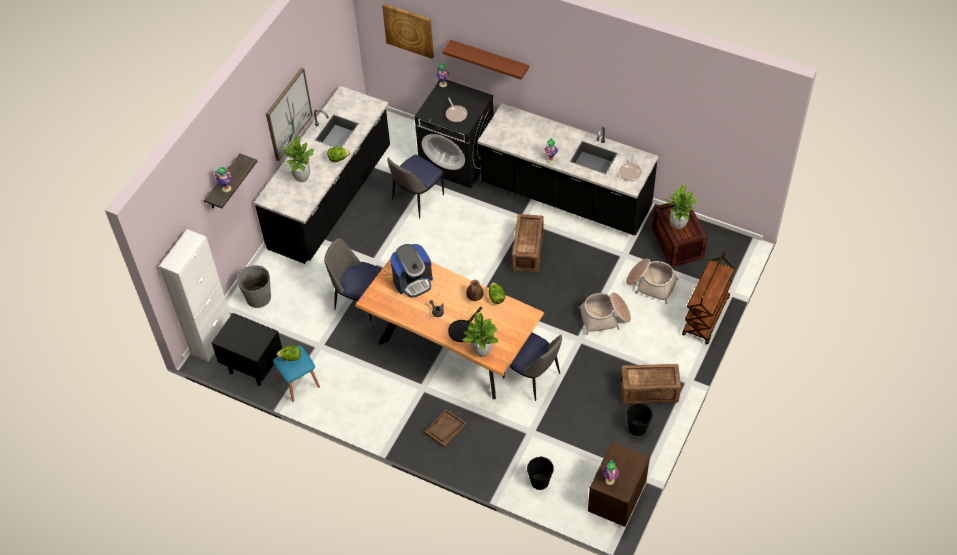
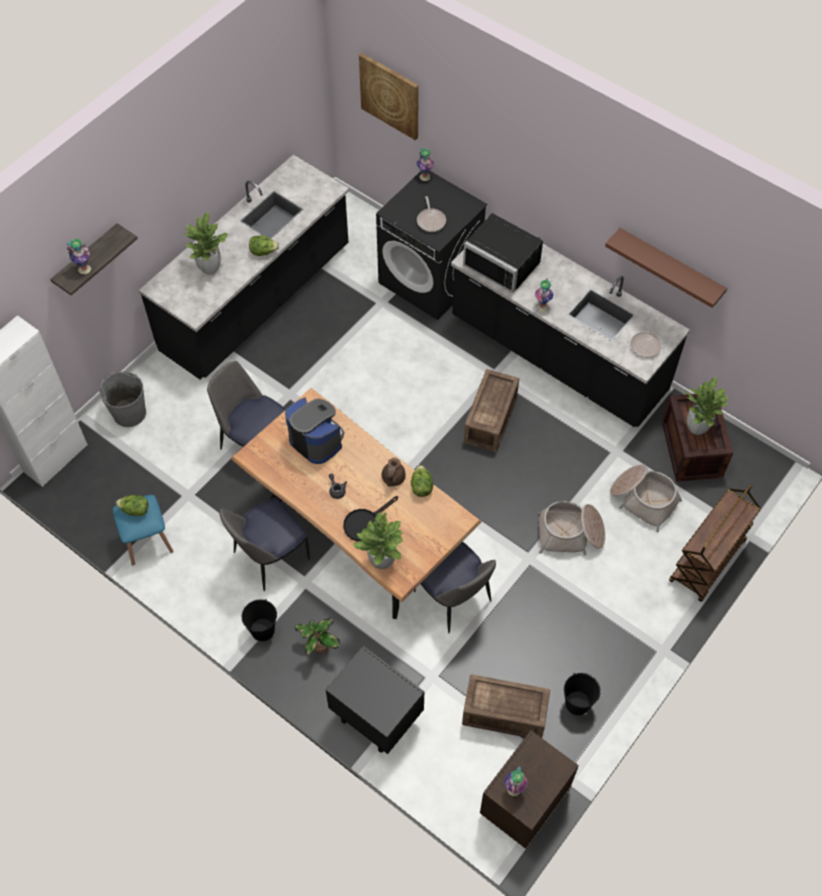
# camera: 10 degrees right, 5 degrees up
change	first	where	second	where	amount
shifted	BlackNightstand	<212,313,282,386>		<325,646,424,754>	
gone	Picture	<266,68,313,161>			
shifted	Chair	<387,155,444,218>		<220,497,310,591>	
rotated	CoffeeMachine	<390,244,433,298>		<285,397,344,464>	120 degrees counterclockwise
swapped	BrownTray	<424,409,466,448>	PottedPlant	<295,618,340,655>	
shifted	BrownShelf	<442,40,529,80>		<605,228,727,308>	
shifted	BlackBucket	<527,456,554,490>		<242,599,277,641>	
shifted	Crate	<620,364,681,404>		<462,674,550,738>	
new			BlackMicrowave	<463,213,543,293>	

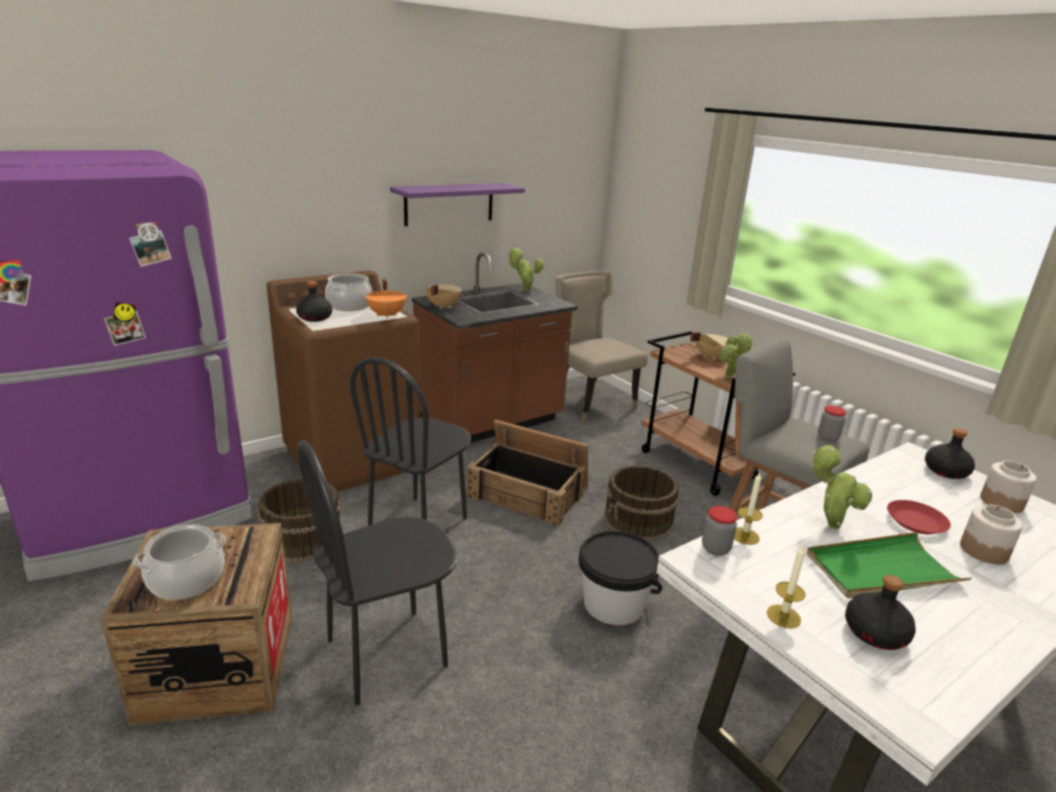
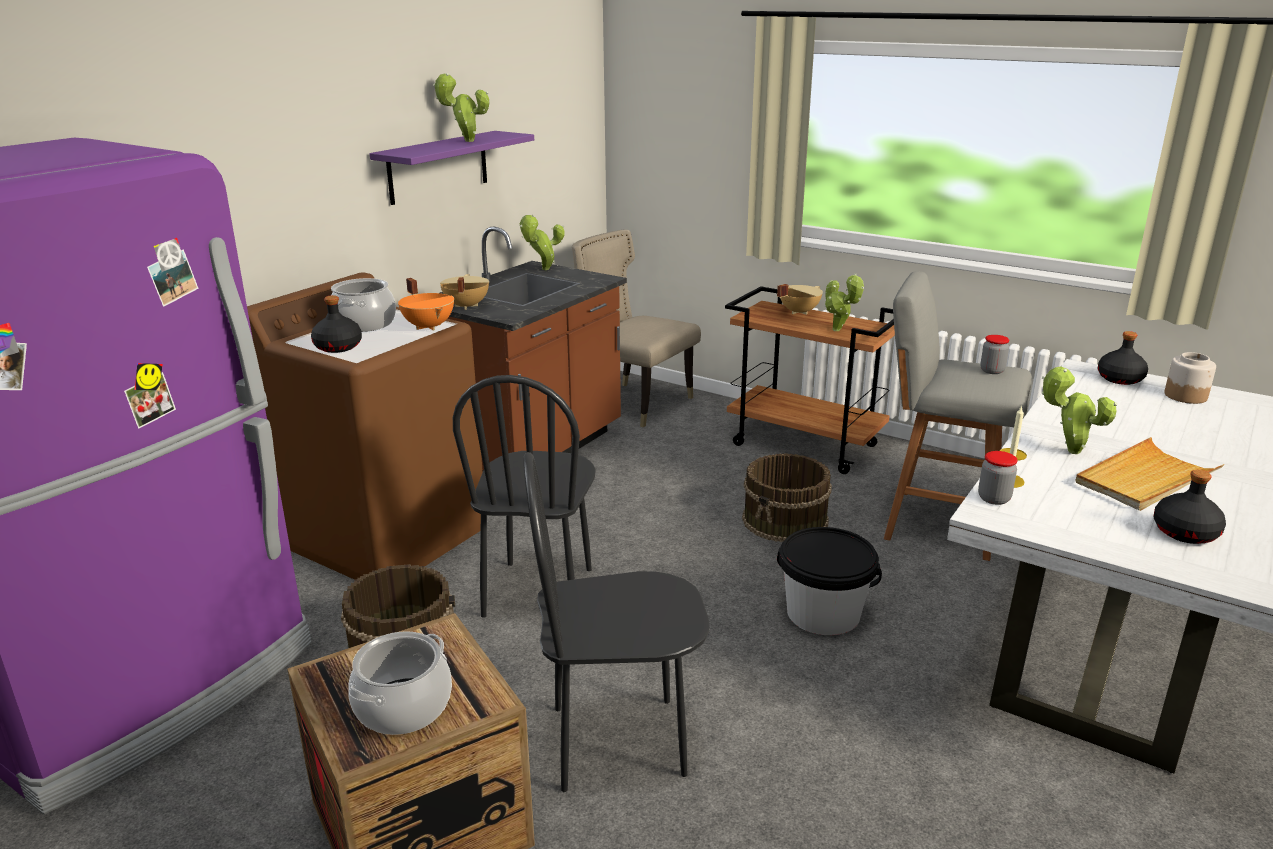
# camera: 20 degrees left, 0 degrees up
change	first	where	second	where	amount
rotated	BlackChair	<297,440,458,706>		<523,452,710,792>	45 degrees clockwise
gone	Crate	<466,419,588,527>			
gone	Candle	<767,546,806,629>			
repainted	GreenTray	<807,532,972,599>	BeigeTray	<1075,437,1225,511>	
gone	RedPlate	<887,500,951,534>			
gone	Jar	<960,505,1023,564>			
new			PottedPlant	<433,73,489,142>	

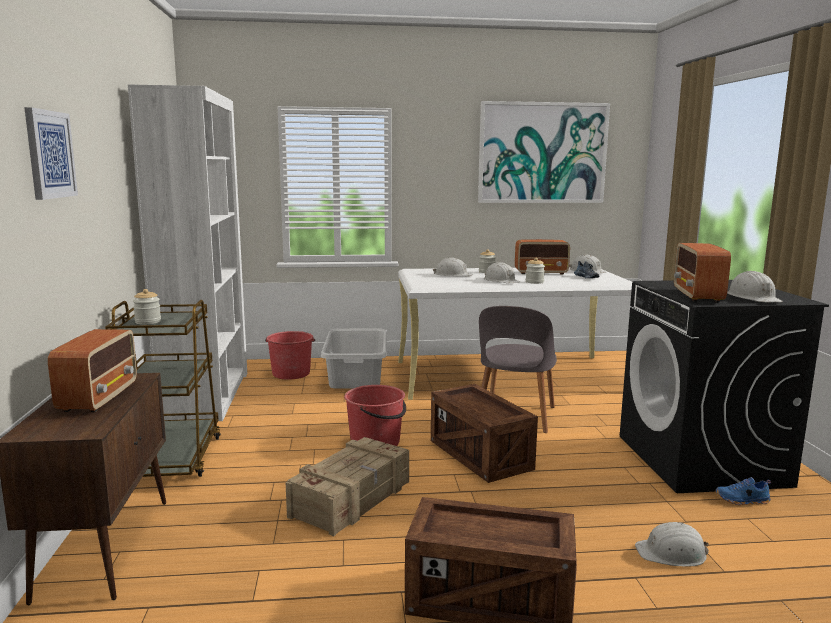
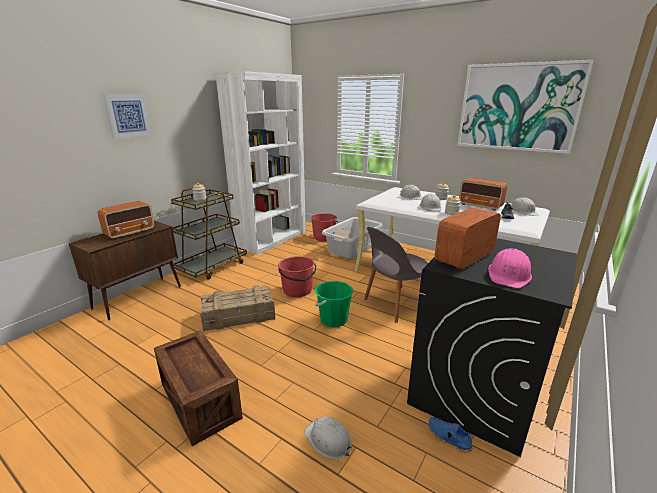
# camera: 40 degrees right, 10 degrees up
change	first	where	second	where	amount
swapped	Crate	<431,384,538,483>	GreenBucket	<315,281,353,327>	
repainted	WhiteHardHat	<727,271,783,302>	PinkHardHat	<488,248,532,288>	

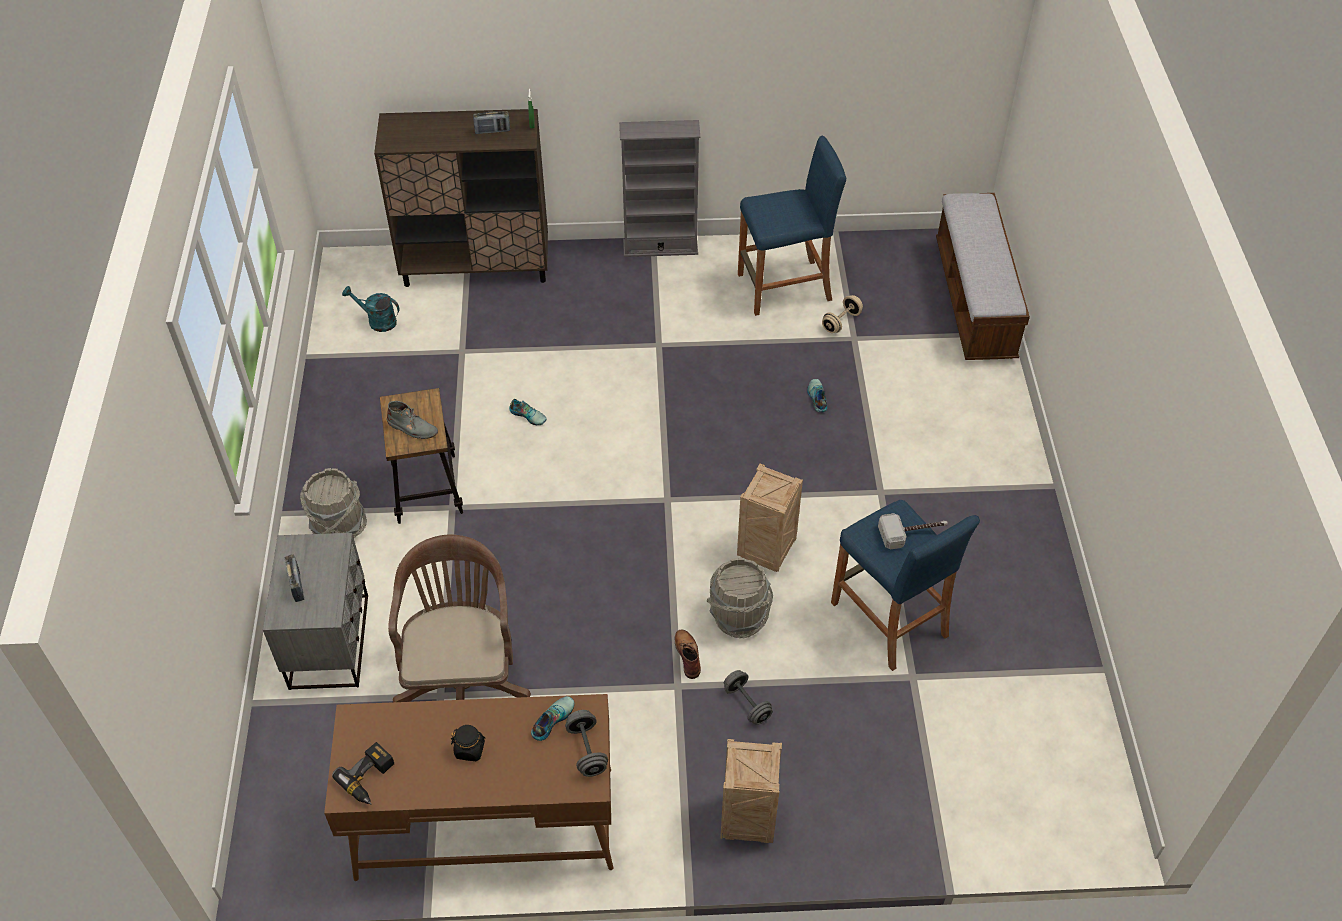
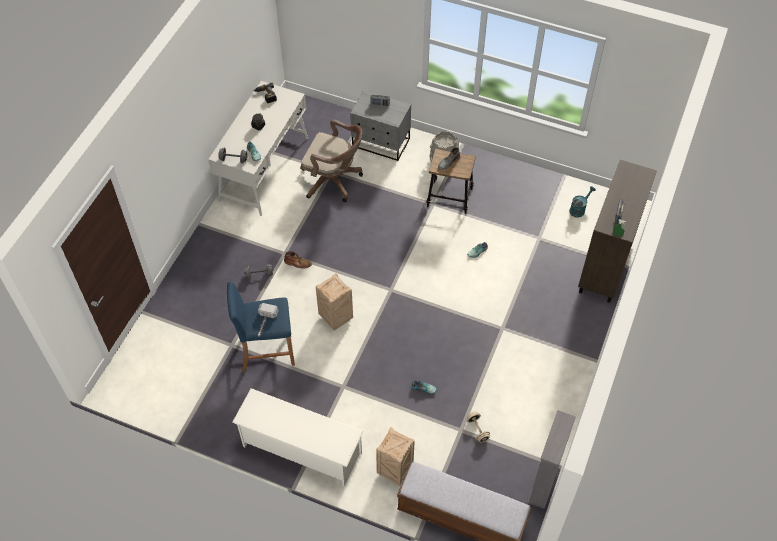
# camera: 115 degrees right, 5 degrees up
change	first	where	second	where	amount
repainted	BrownDesk	<324,694,613,881>	WhiteDesk	<208,81,308,216>	
shifted	GreyBookcase	<619,120,700,257>		<527,410,576,509>	
gone	GreyBucket	<706,558,773,639>			
shifted	Crate	<720,739,782,843>		<376,427,415,486>	
gone	BlueStool	<738,136,846,316>			
new			WhiteShoeRack	<232,388,363,487>	

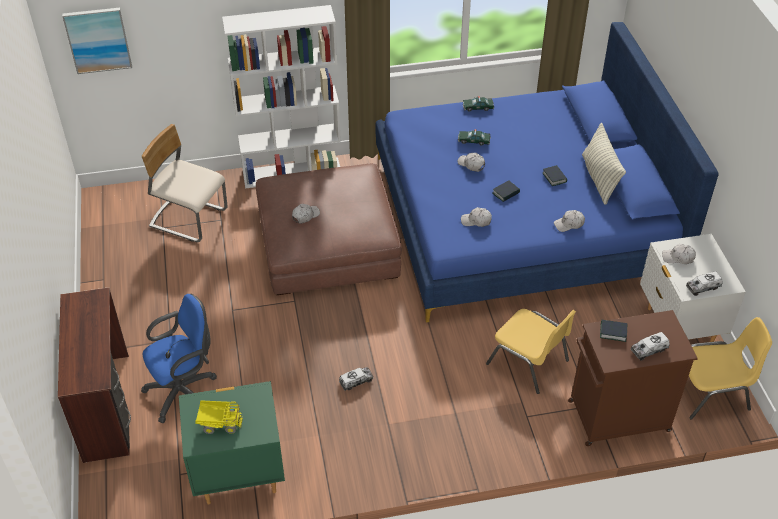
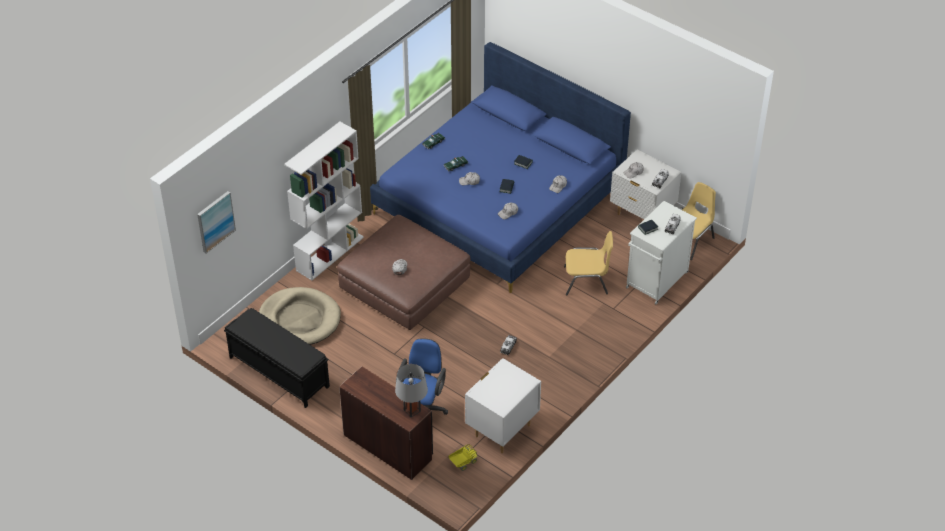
# camera: 40 degrees left, 0 degrees up
change	first	where	second	where	amount
swapped	BeigeChair	<142,124,228,242>	BeigeDogBed	<259,287,341,345>	
repainted	GreenNightstand	<179,381,285,504>	WhiteNightstand	<465,358,541,453>	
shifted	ToyTruck	<195,400,243,434>		<448,445,478,471>	
repainted	BrownCabinet	<568,310,698,446>	WhiteCabinet	<626,201,697,304>	
gone	Pillow	<582,123,626,204>			
new			BlackBench	<224,308,330,408>	
new			GreyTableLamp	<395,364,428,417>	

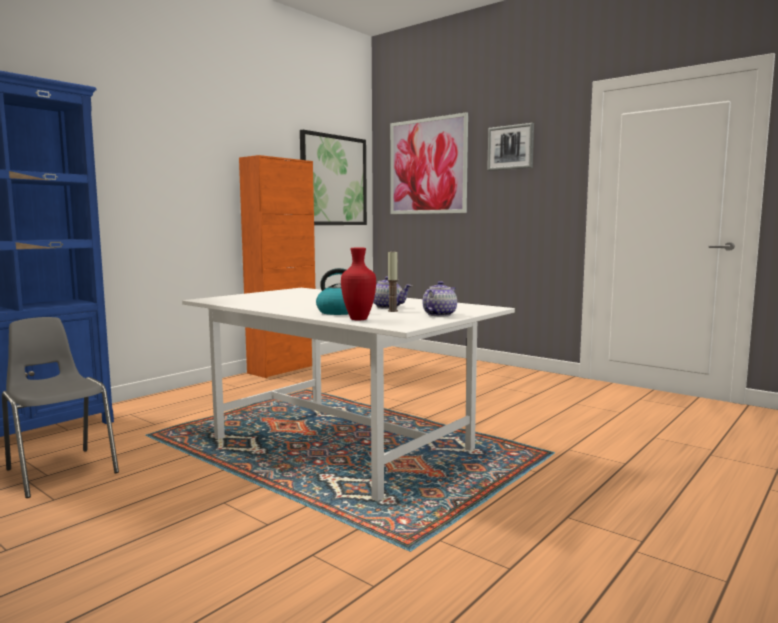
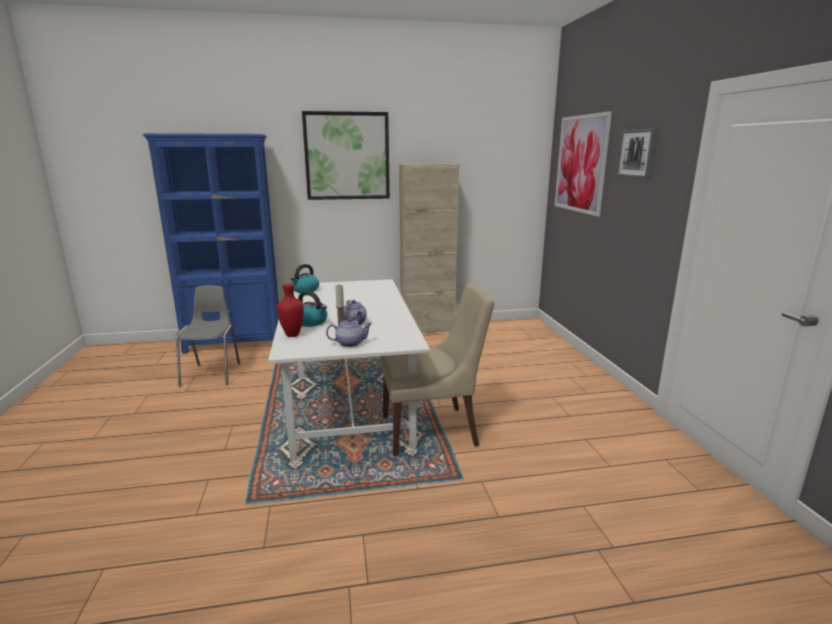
# camera: 40 degrees right, 10 degrees up
change	first	where	second	where	amount
repainted	OrangeCabinet	<239,155,315,378>	BeigeCabinet	<399,164,459,333>	
shifted	Picture	<300,130,367,225>		<302,111,390,200>	
new			Kettle	<290,264,319,293>	
new			BeigeChair	<380,283,494,456>	

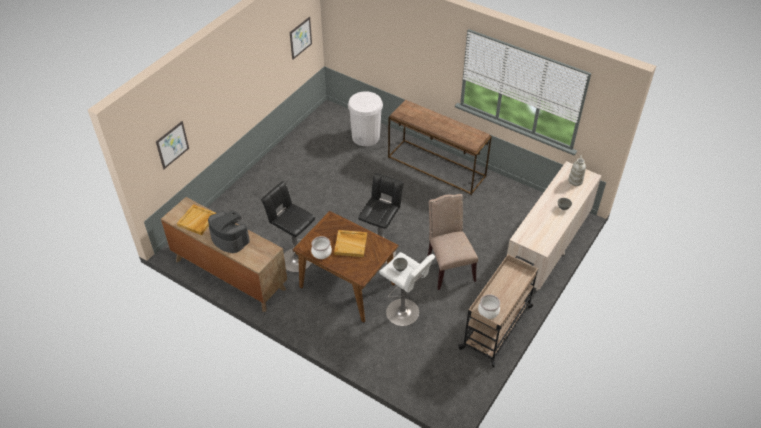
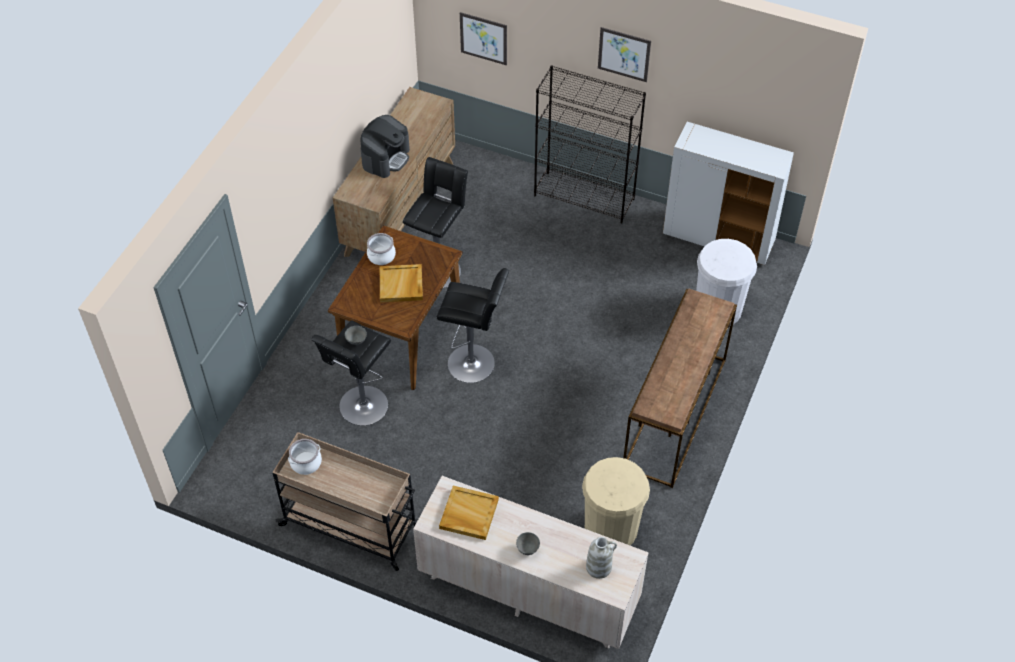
# camera: 80 degrees right, 5 degrees up
change	first	where	second	where	amount
shifted	BeigeTray	<177,204,216,235>		<439,486,499,540>	
shifted	Picture	<290,17,312,60>		<598,27,651,82>	
repainted	WhiteStool	<379,252,435,326>	BlackStool	<311,320,391,426>	
gone	BeigeChair	<427,194,478,290>			
new			BlackBookcase	<534,65,646,224>	
new			BeigeTrashCan	<582,457,650,545>	
new			WhiteCabinet	<663,122,794,265>	

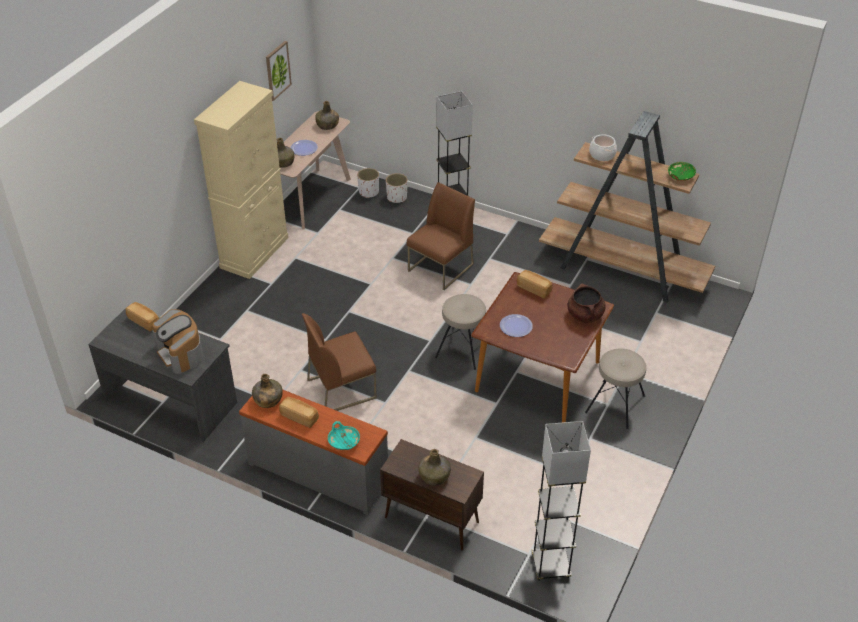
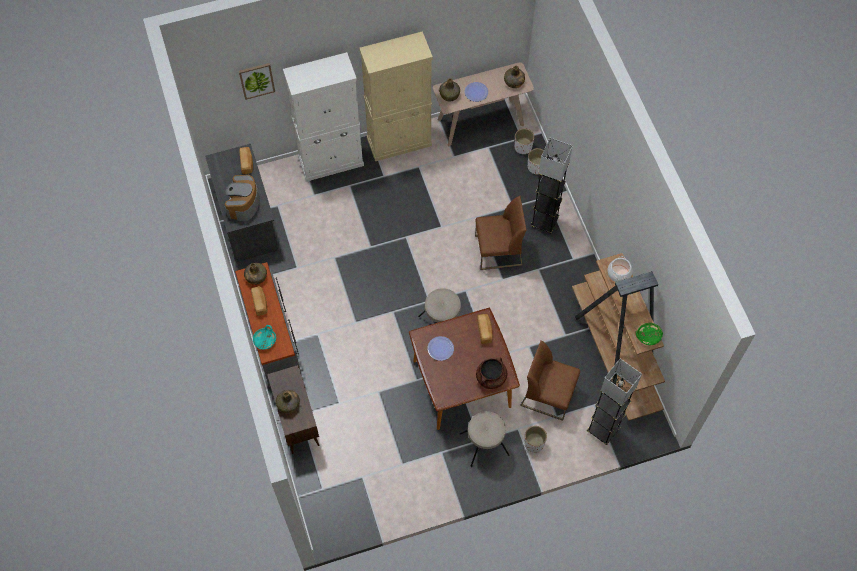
# camera: 45 degrees right, 20 degrees up
change	first	where	second	where	amount
shifted	Picture	<266,41,292,101>		<239,63,275,100>	
shifted	BrownChair	<302,313,377,411>		<520,340,580,421>	
shifted	GreyFloorLamp	<532,421,591,581>		<587,358,642,445>	
new			WhiteCabinet	<283,52,364,182>	
new			WhitePlanter	<524,426,547,453>	

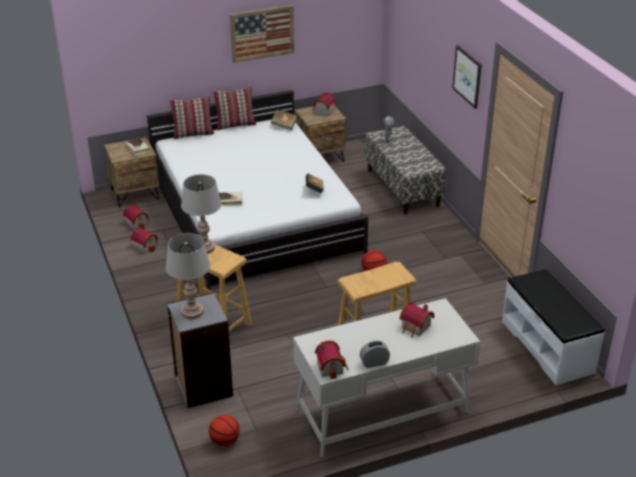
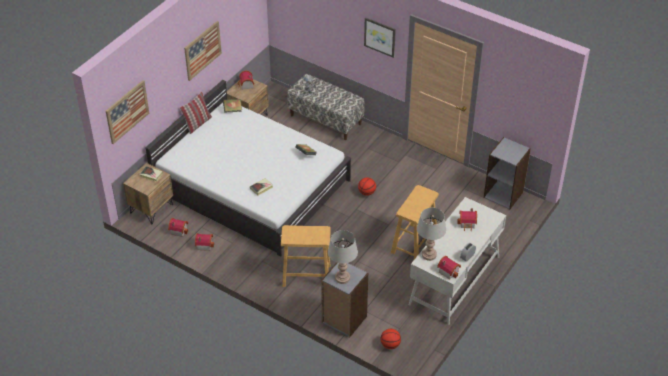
# camera: 35 degrees left, 10 degrees up
change	first	where	second	where	amount
gone	Pillow	<170,96,214,139>			
shifted	GreyTableLamp	<181,174,222,254>		<417,208,446,261>	
swapped	WhiteBench	<502,269,605,385>	GreyBookcase	<484,137,531,209>	
new			Picture	<106,80,149,144>	

